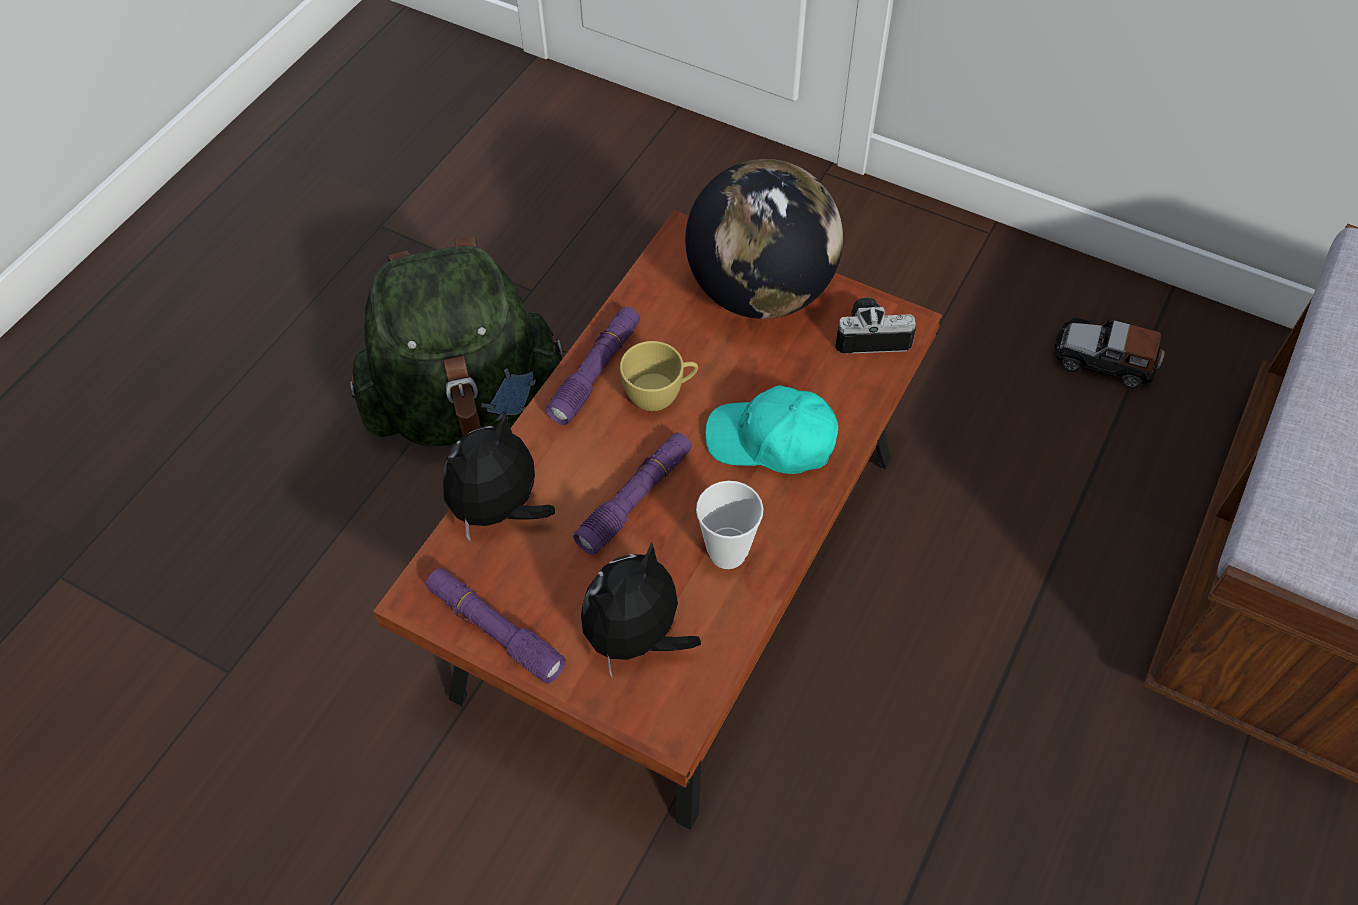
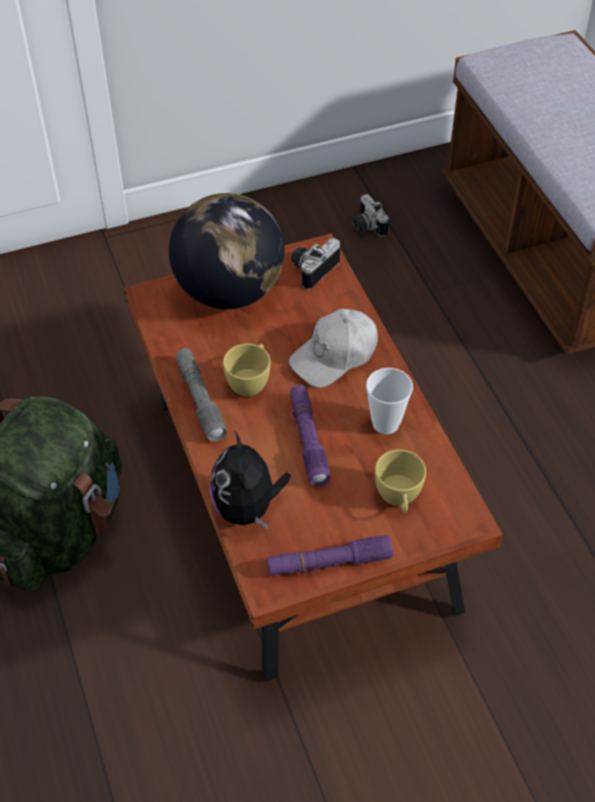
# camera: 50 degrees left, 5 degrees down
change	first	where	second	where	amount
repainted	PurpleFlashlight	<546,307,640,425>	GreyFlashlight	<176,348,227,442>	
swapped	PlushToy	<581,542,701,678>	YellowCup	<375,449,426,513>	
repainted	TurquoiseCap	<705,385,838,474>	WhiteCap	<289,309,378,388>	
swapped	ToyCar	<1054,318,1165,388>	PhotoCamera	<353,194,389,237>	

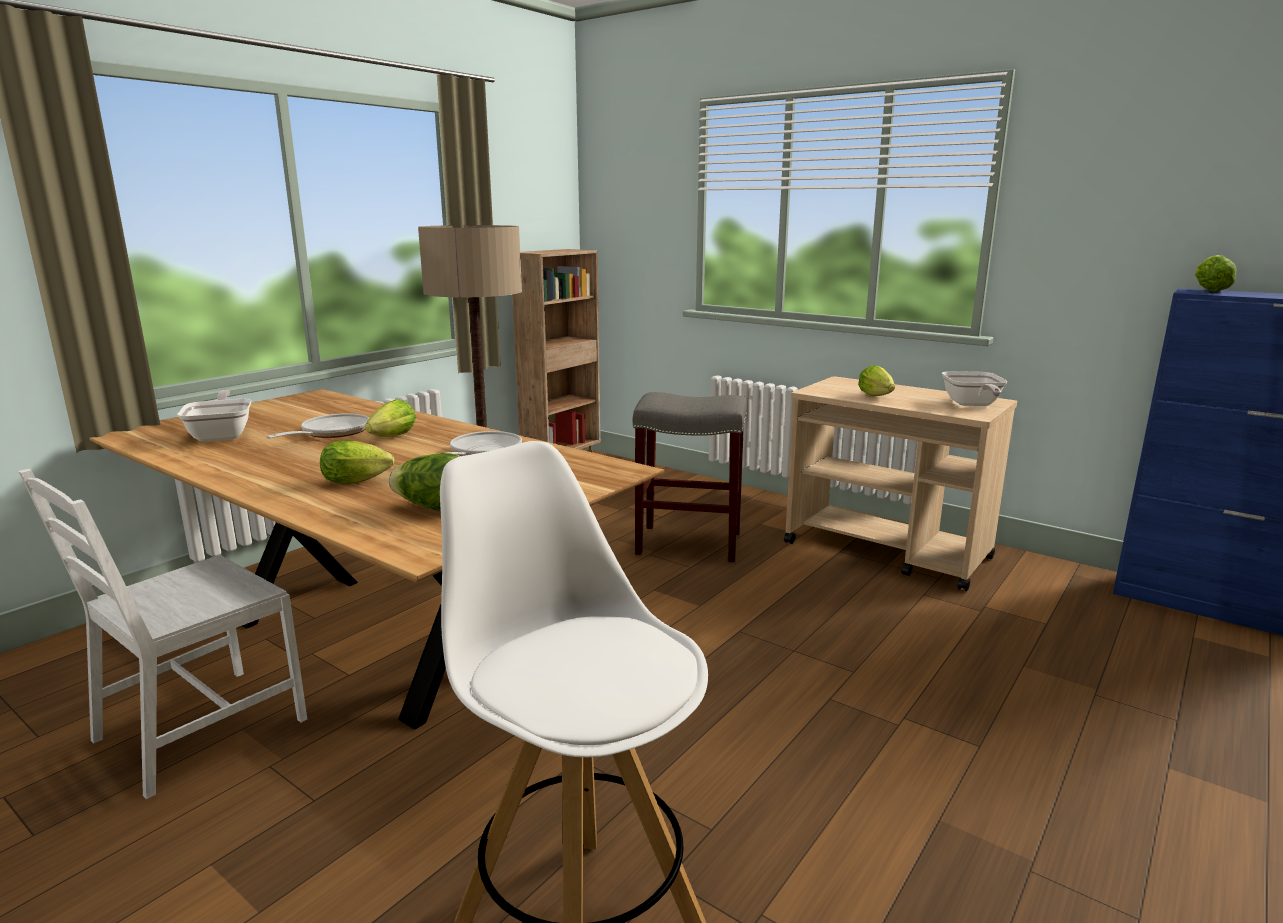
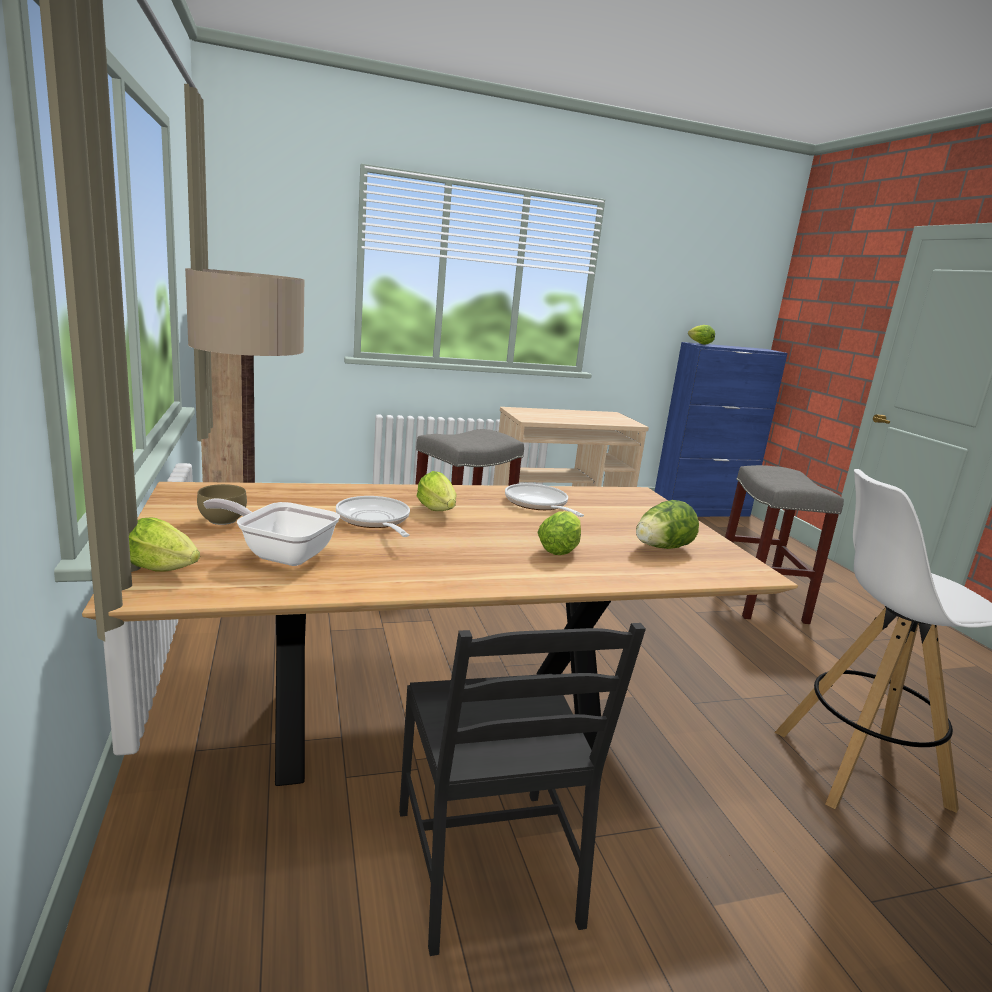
# camera: 55 degrees left, 0 degrees up
change	first	where	second	where	amount
repainted	WhiteChair	<18,469,307,799>	BlackChair	<399,623,646,956>	
shifted	Lettuce	<858,365,895,396>		<129,517,200,572>	
gone	FryingPan	<942,371,1007,406>			
new			BrownBowl	<197,484,247,525>	
new			GreyStool	<725,465,844,624>	

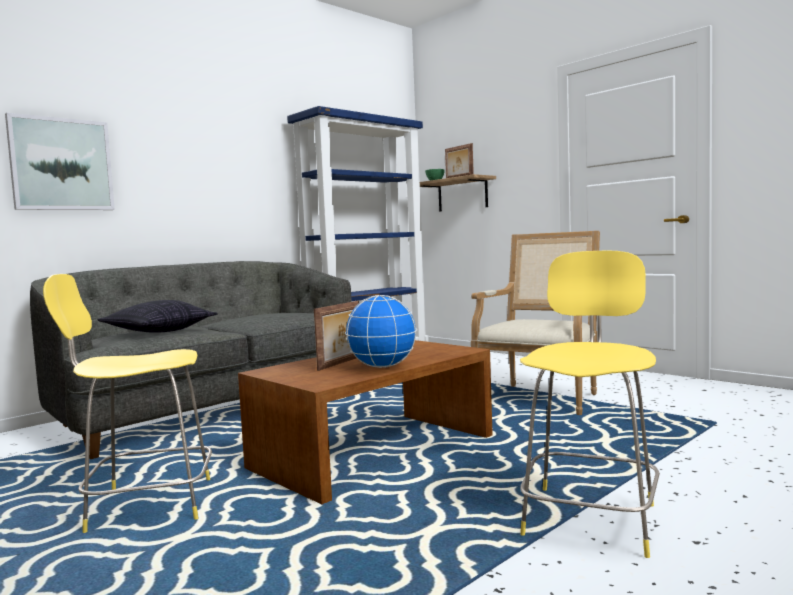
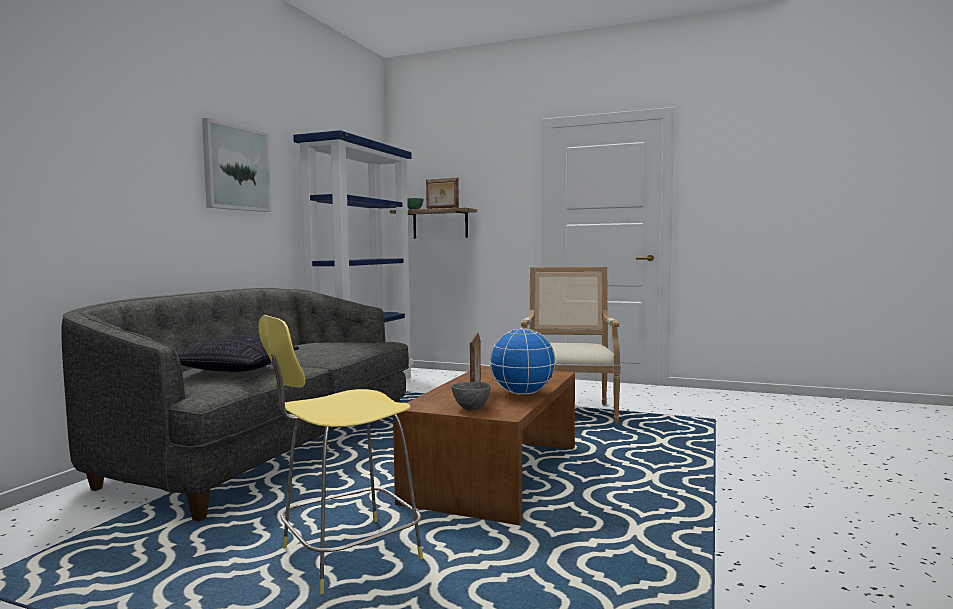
# camera: 25 degrees left, 0 degrees up
change	first	where	second	where	amount
shifted	Picture	<5,113,115,210>		<202,118,271,212>	
gone	YellowStool	<520,250,660,558>			
new			GreyBowl	<451,382,491,410>	

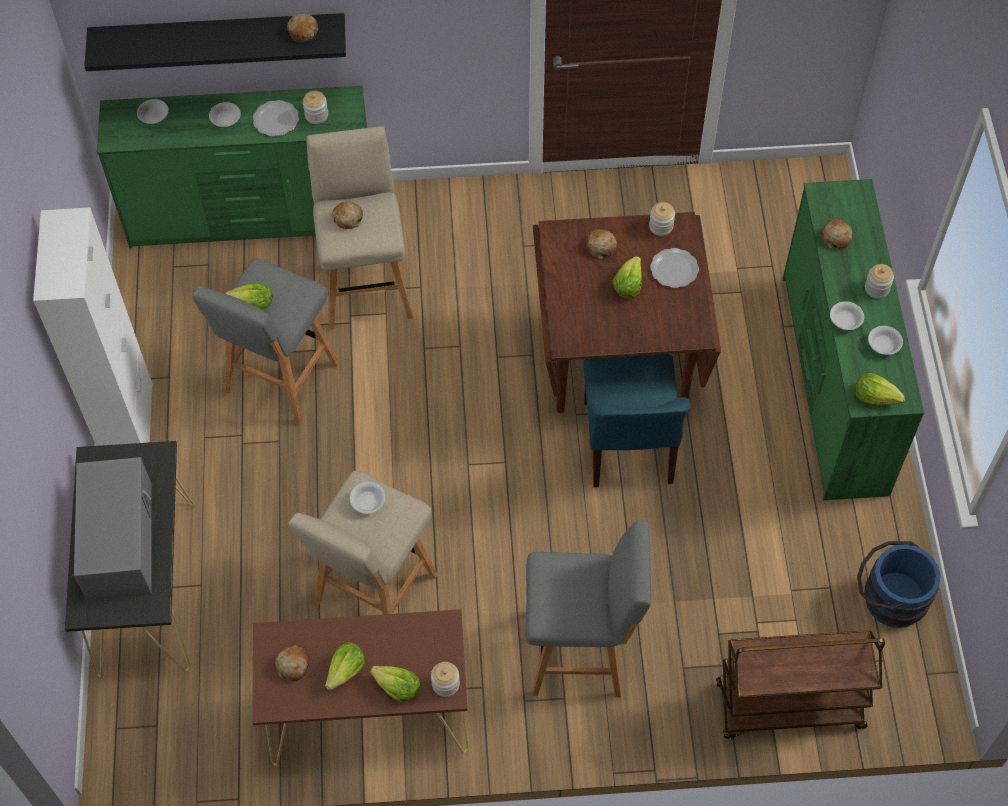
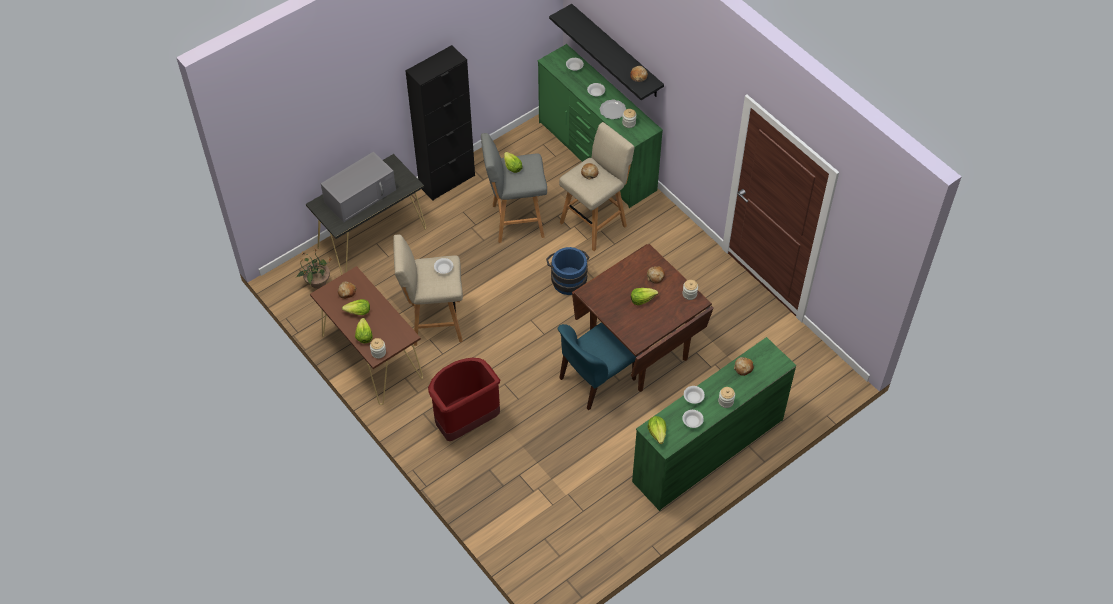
# camera: 55 degrees right, 5 degrees down
change	first	where	second	where	amount
repainted	WhiteCabinet	<33,208,152,446>	BlackCabinet	<405,45,475,201>	
swapped	GreyStool	<525,521,651,698>	RedTrashCan	<428,358,500,441>	
gone	Plate	<650,248,699,288>			
gone	BrownCart	<716,630,885,739>			
shifted	BlueBucket	<857,541,941,628>		<546,247,589,295>	
new			PottedPlant	<296,248,332,289>	

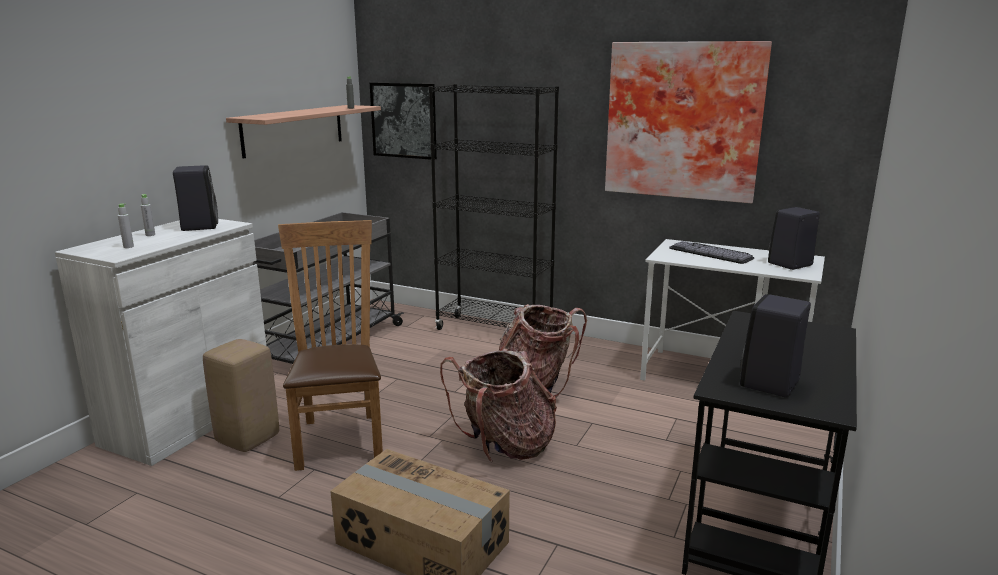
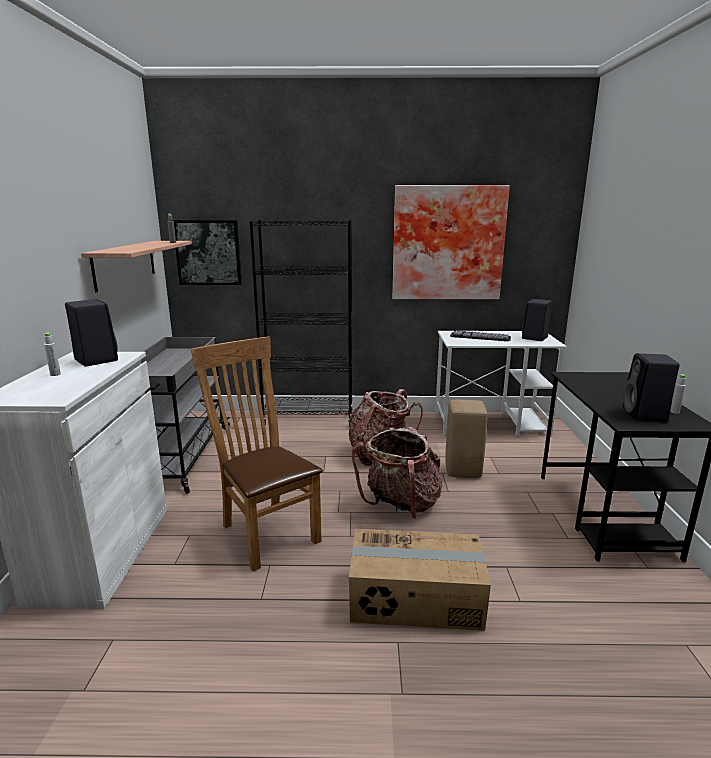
# camera: 25 degrees left, 0 degrees up
change	first	where	second	where	amount
shifted	GreyBottle	<118,203,134,248>		<670,374,686,414>	
shifted	BeigeStool	<203,339,279,452>		<445,400,487,478>	

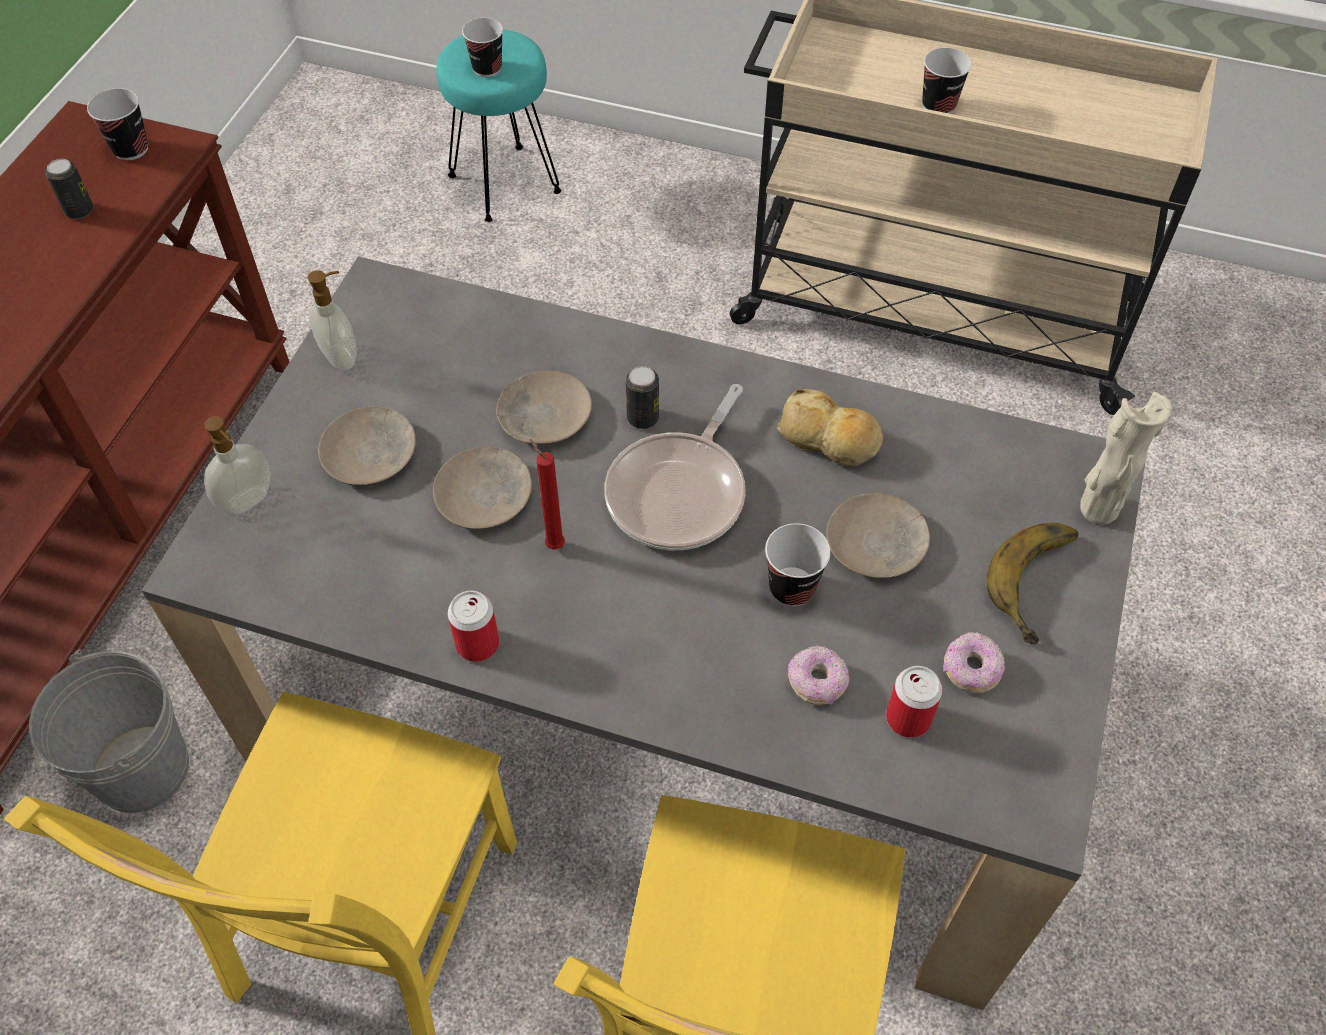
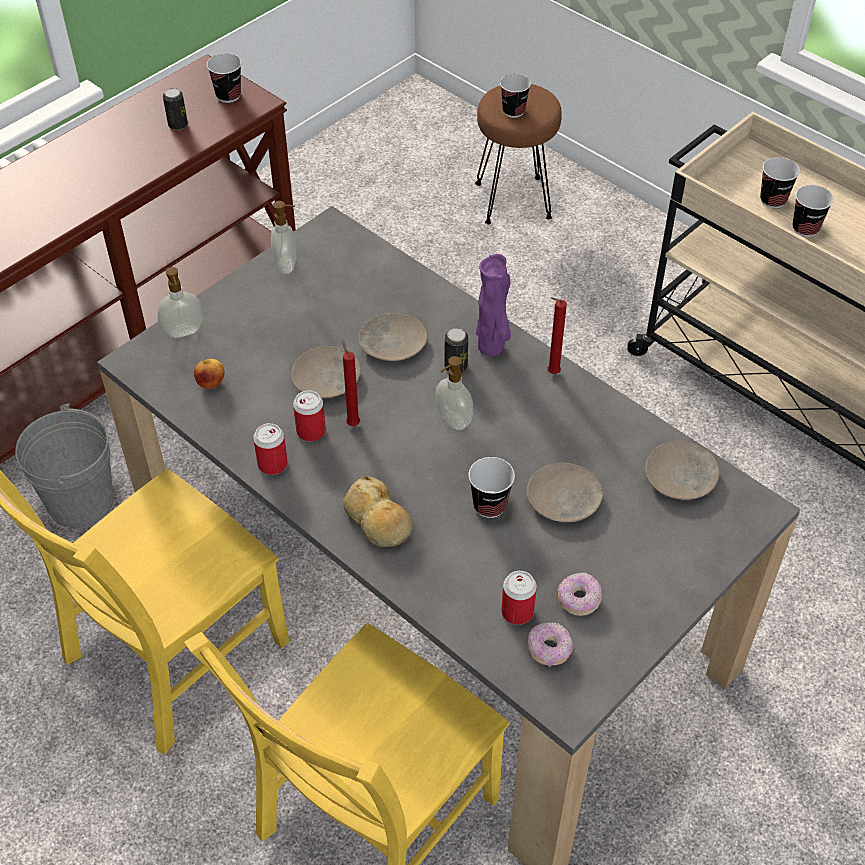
# camera: 25 degrees right, 5 degrees down
change	first	where	second	where	amount
shifted	BeigePlate	<318,406,416,485>		<645,441,719,500>	
repainted	TurquoiseStool	<436,29,561,222>	BrownStool	<475,84,562,224>	
swapped	FryingPan	<604,384,746,550>	SoapDispenser	<435,356,473,430>	
shifted	Bread	<777,389,883,466>		<343,476,413,547>	
shifted	Donut	<788,646,849,705>		<528,622,573,667>	
gone	Banana	<987,523,1079,644>			
gone	BeigeVase	<1080,392,1172,525>			
new			Apple	<194,359,225,389>	
new			Can	<293,391,326,442>	
new			PurpleVase	<476,254,511,356>	
new			RedCandle	<547,297,567,374>	
new			Cup	<760,157,800,209>	

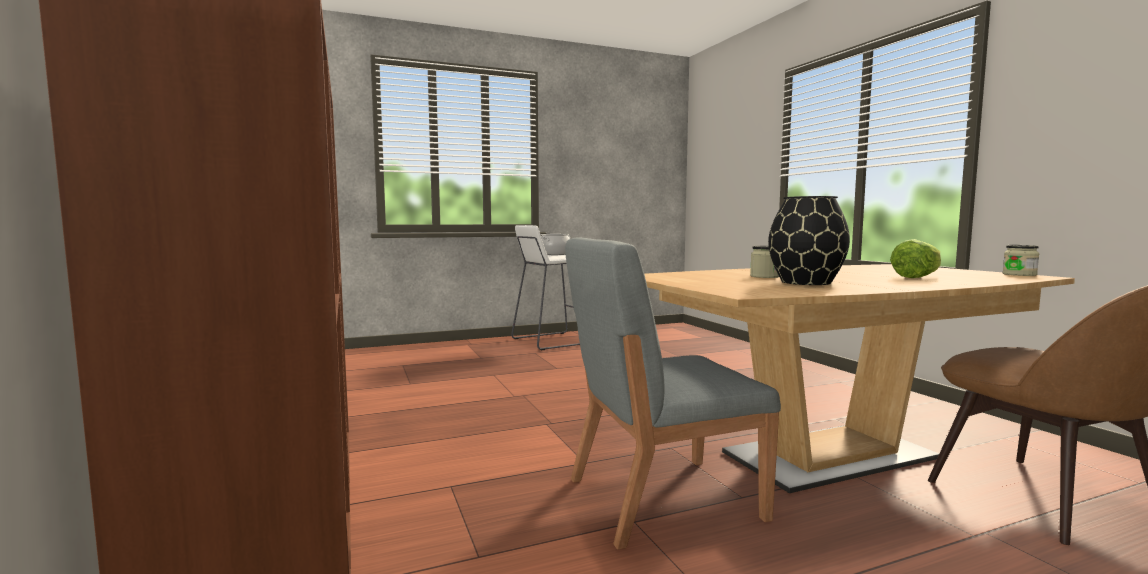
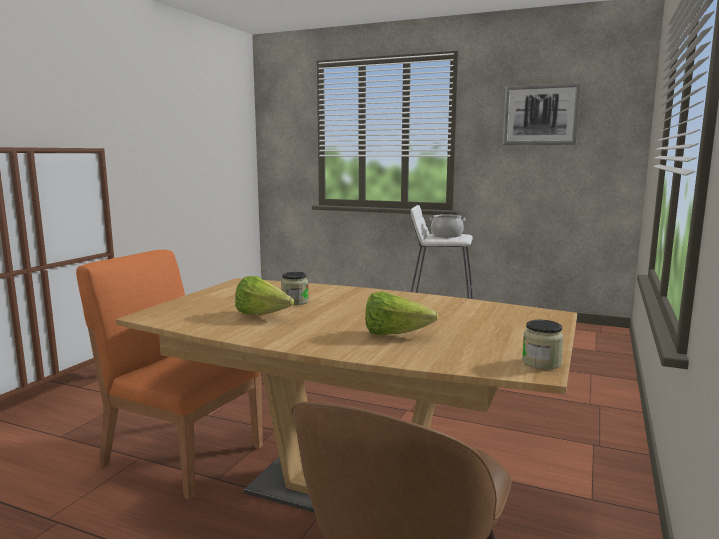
# camera: 45 degrees right, 5 degrees up
change	first	where	second	where	amount
repainted	GreyChair	<565,238,781,550>	OrangeChair	<76,250,263,500>	
swapped	BlackVase	<768,196,850,285>	Lettuce	<235,276,294,315>	
new			Picture	<503,83,581,145>	

